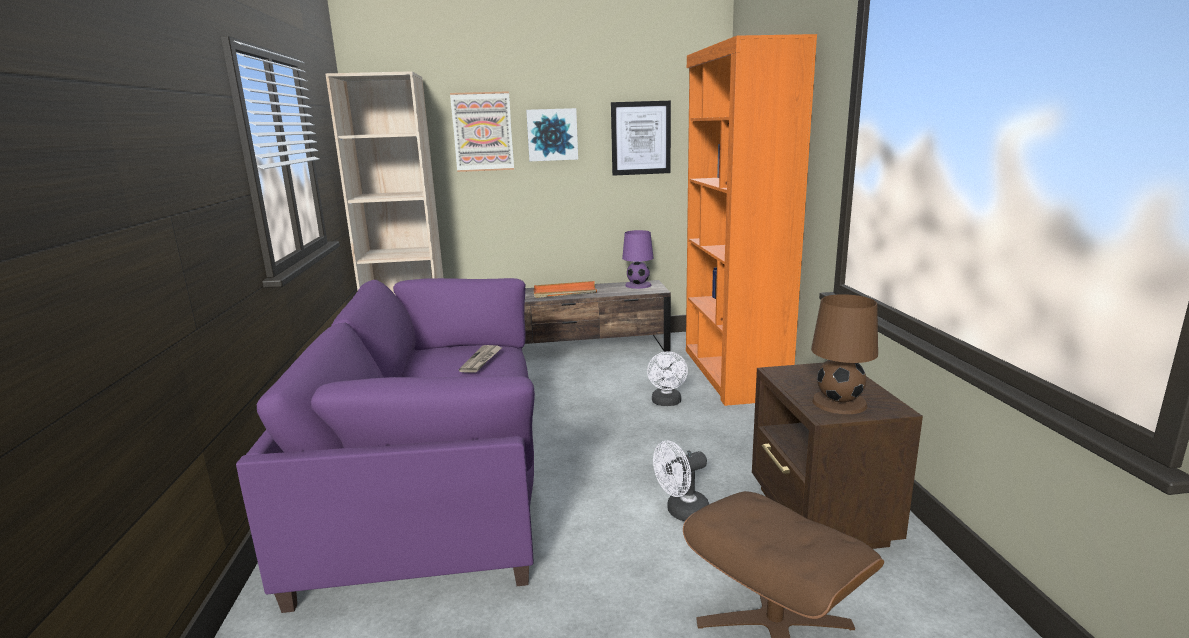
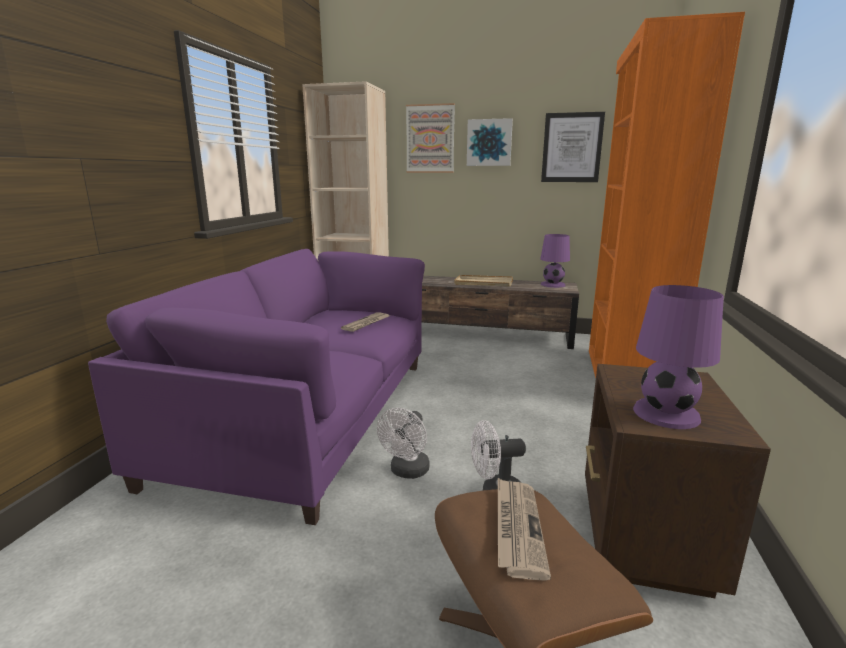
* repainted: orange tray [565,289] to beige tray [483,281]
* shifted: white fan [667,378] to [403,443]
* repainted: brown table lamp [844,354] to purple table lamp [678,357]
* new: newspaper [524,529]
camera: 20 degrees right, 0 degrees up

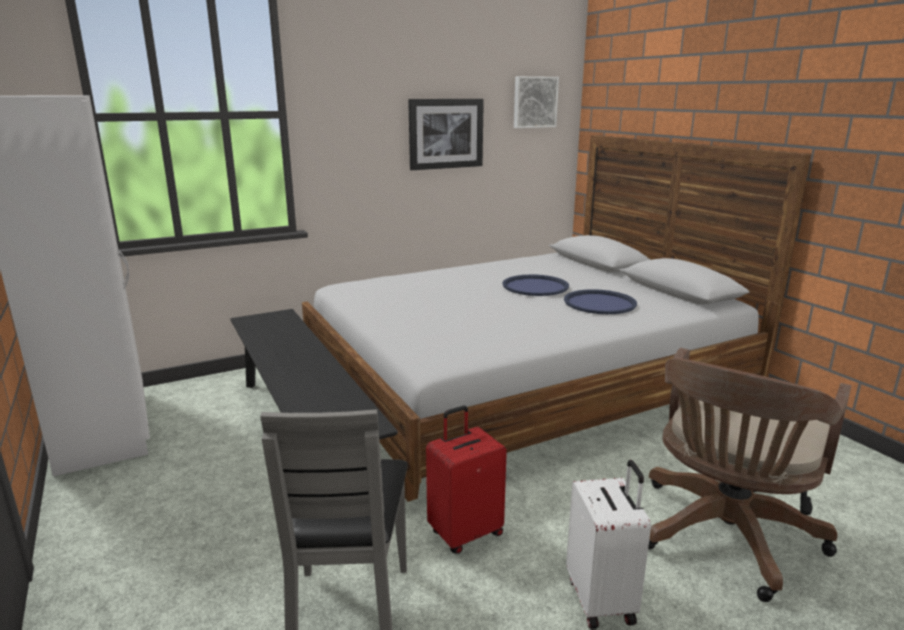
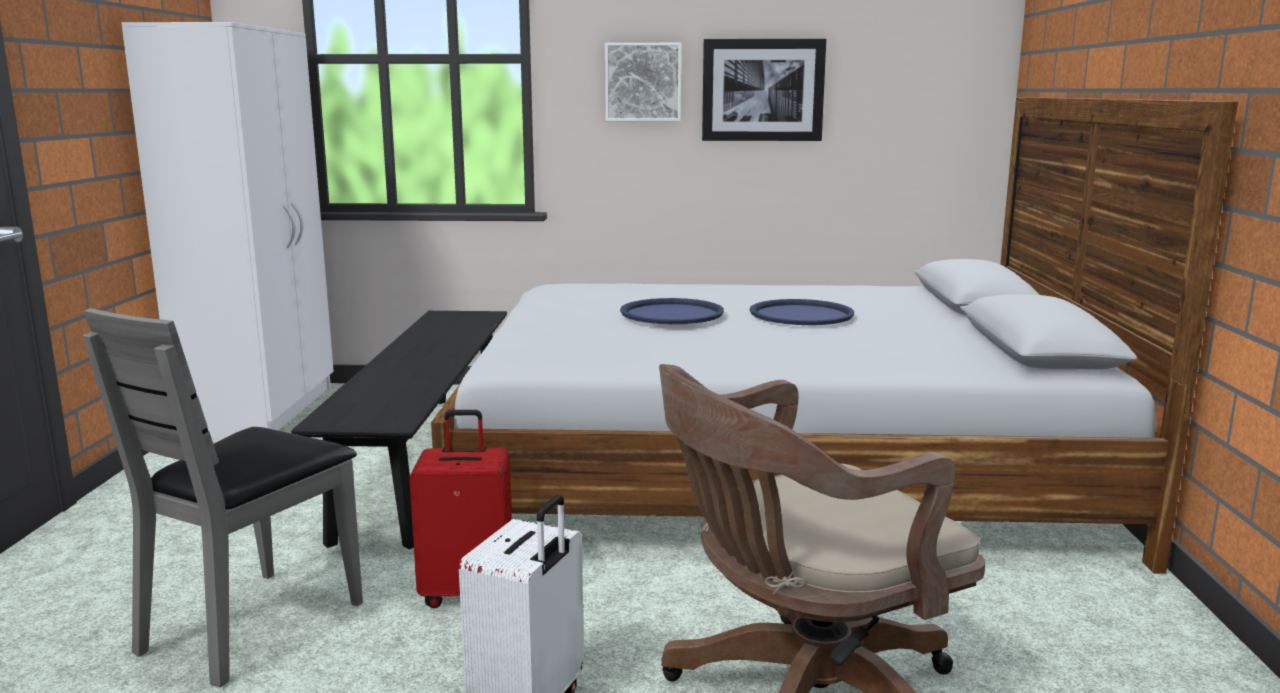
* shifted: picture [536,102] to [643,82]
* shifted: blue tray [600,301] to [672,311]
camera: 30 degrees right, 5 degrees down

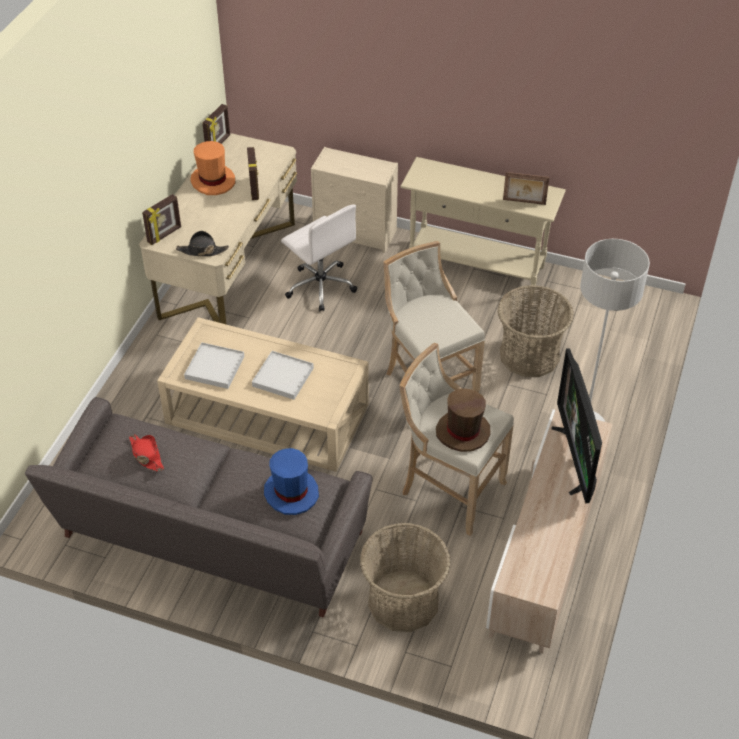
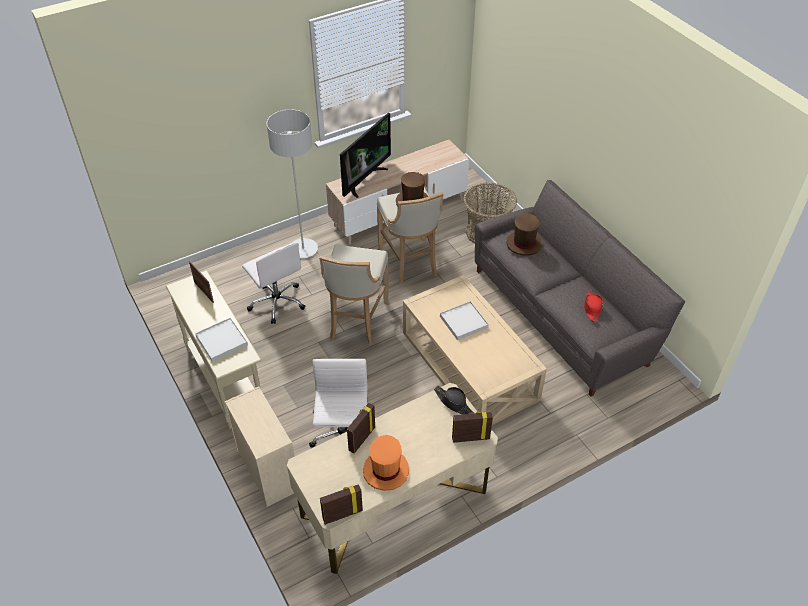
* shifted: white tray [214,365] to [221,340]
* repainted: blue hat [291,481] to brown hat [524,234]
* swapped: basket [536,331] to white office chair [273,283]
camera: 140 degrees left, 0 degrees up

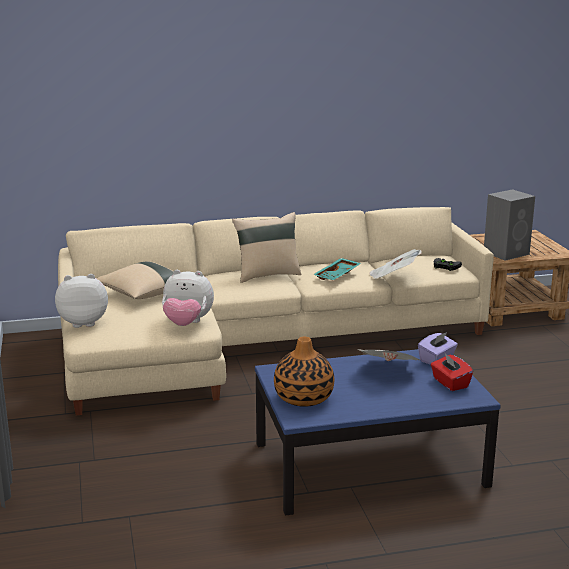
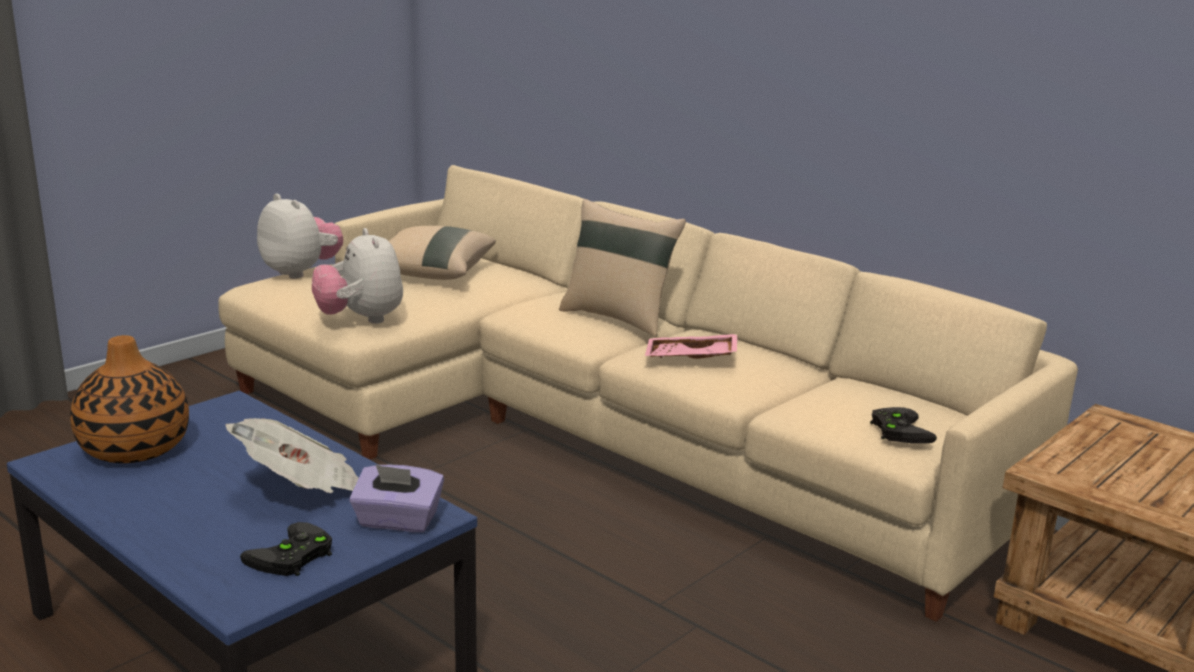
* repainted: turquoise tray [337,269] to pink tray [691,346]
* gone: newspaper [395,264]
* swapped: red tissue box [452,371] to black game controller [286,549]
* gone: grey speaker [509,225]
camera: 55 degrees right, 0 degrees up

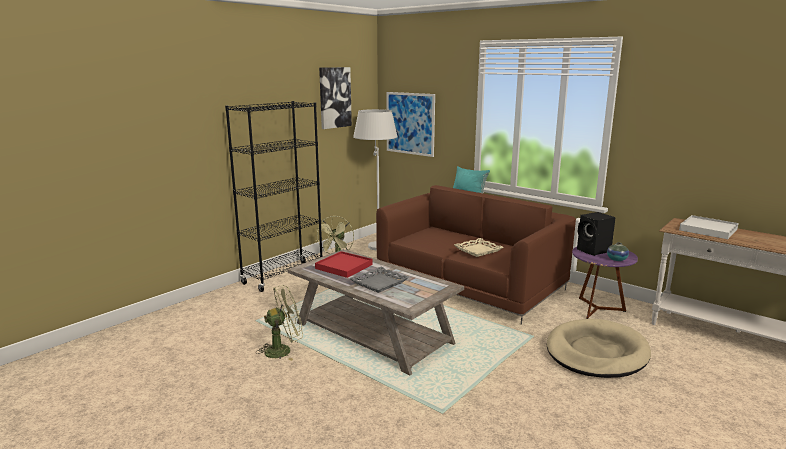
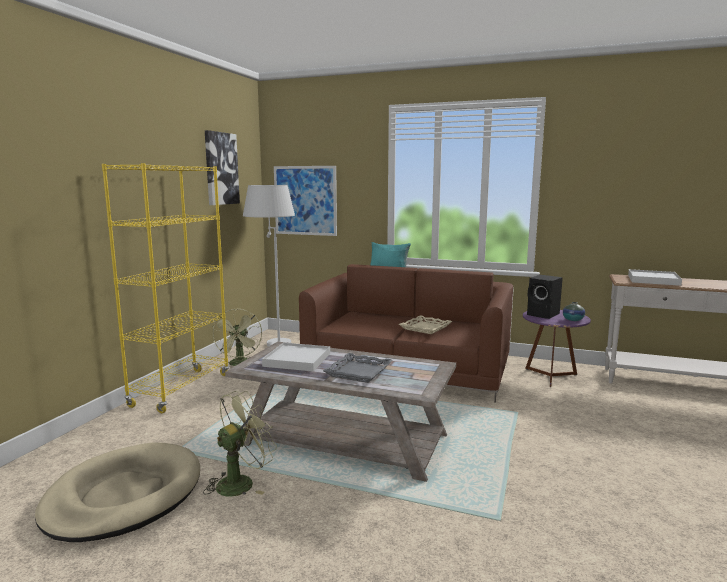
* repainted: black bookcase [274,196] to yellow bookcase [165,288]
* repainted: red tray [344,264] to white tray [296,357]
* shifted: beige dog bed [599,348] to [117,492]
camera: 20 degrees left, 5 degrees down

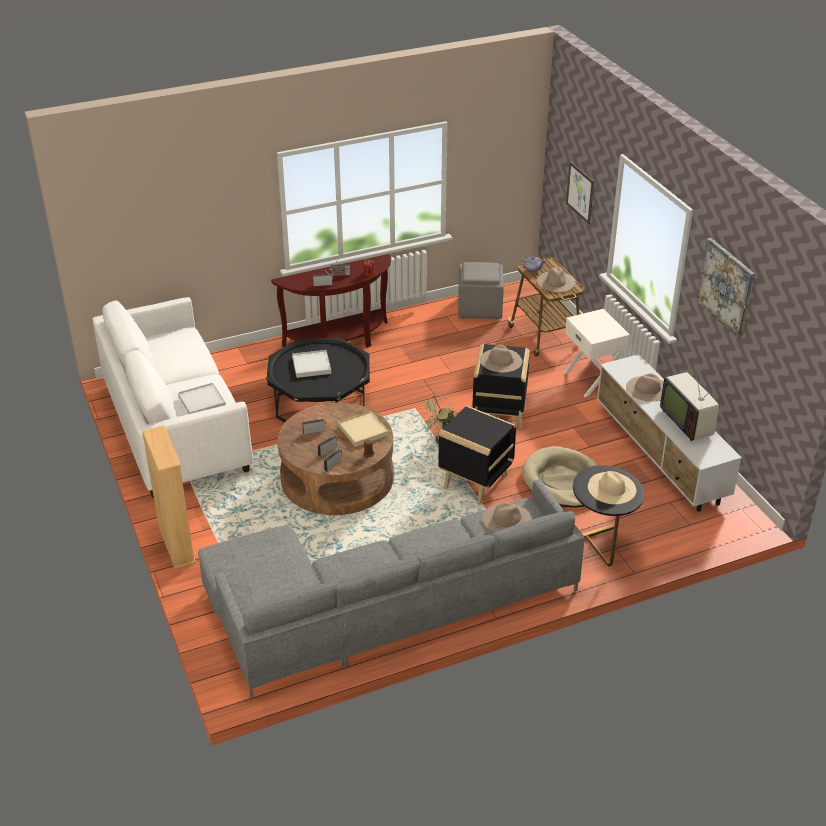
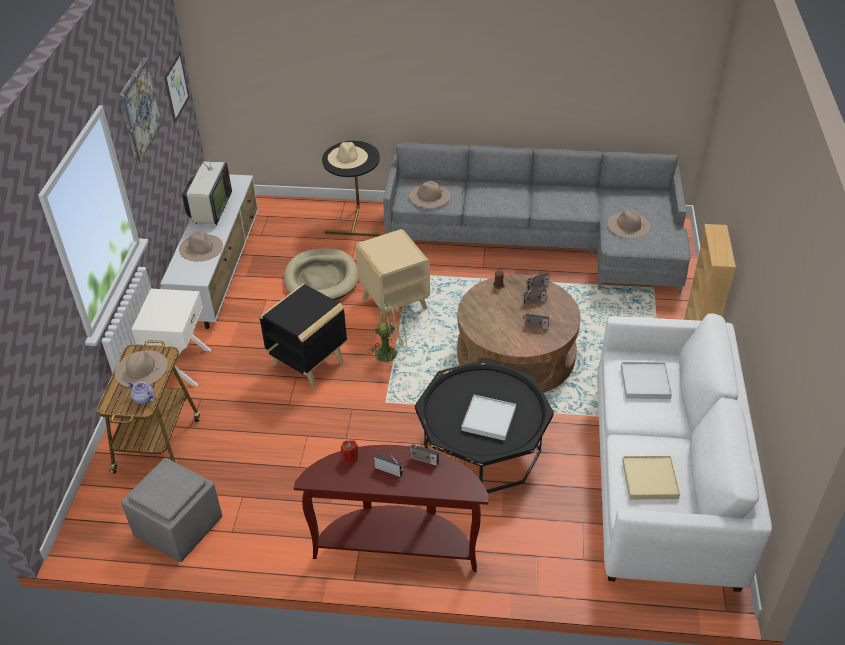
* shifted: beige tray [363,429] to [651,478]
* repainted: black side table [477,455] to beige side table [393,276]
* shifted: beige hat [501,359] to [629,224]
* shifted: picture [580,192] to [177,87]
camera: 150 degrees left, 5 degrees up

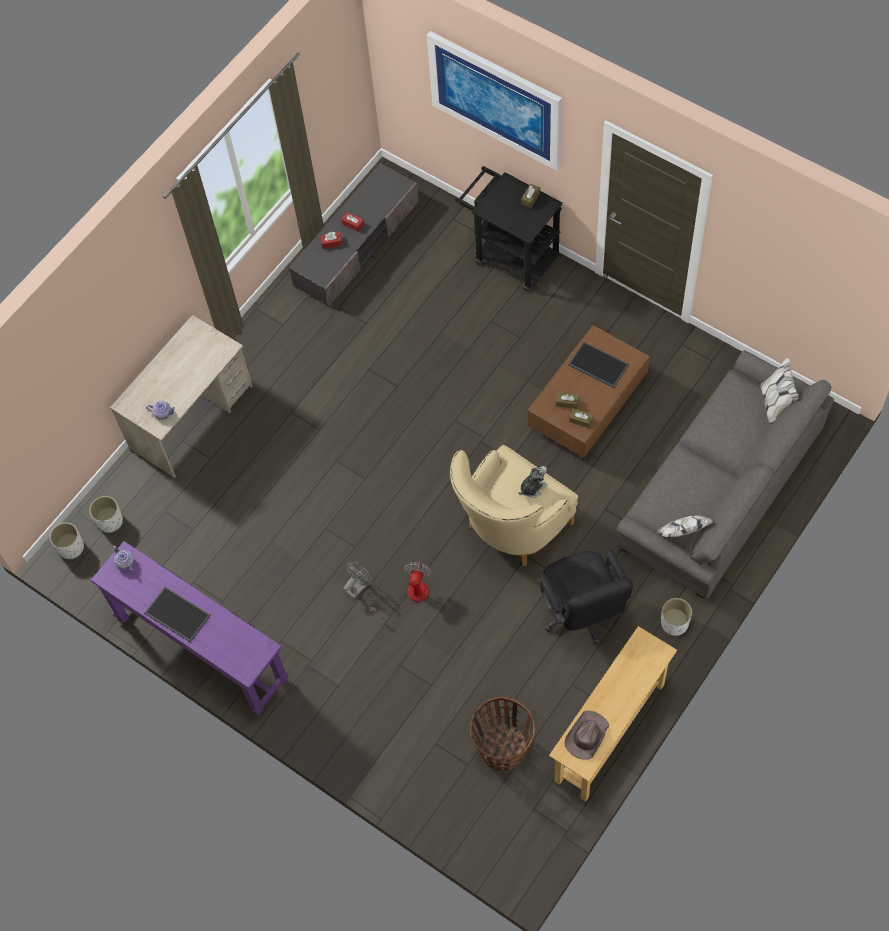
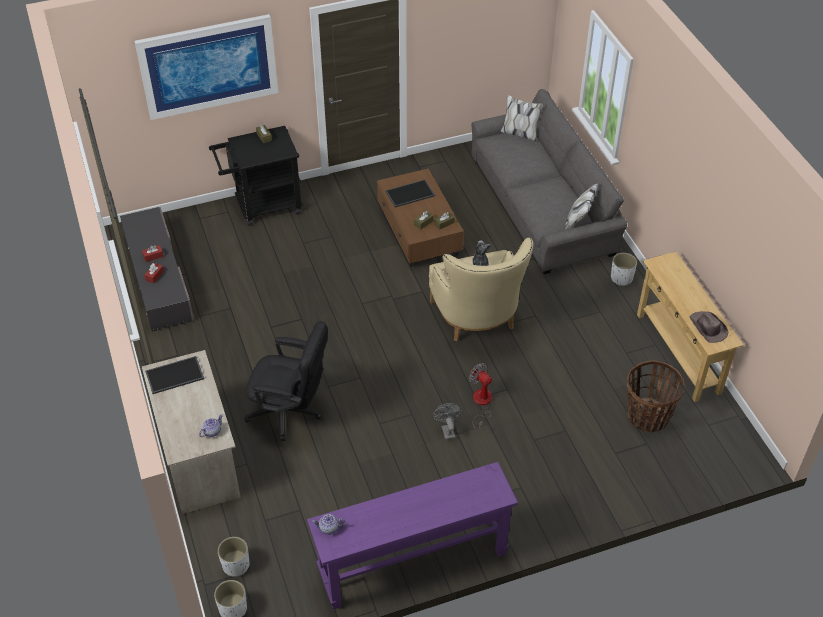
* shifted: tray [178,614] to [174,375]
* shifted: black office chair [586,596] to [286,381]
camera: 60 degrees left, 15 degrees down

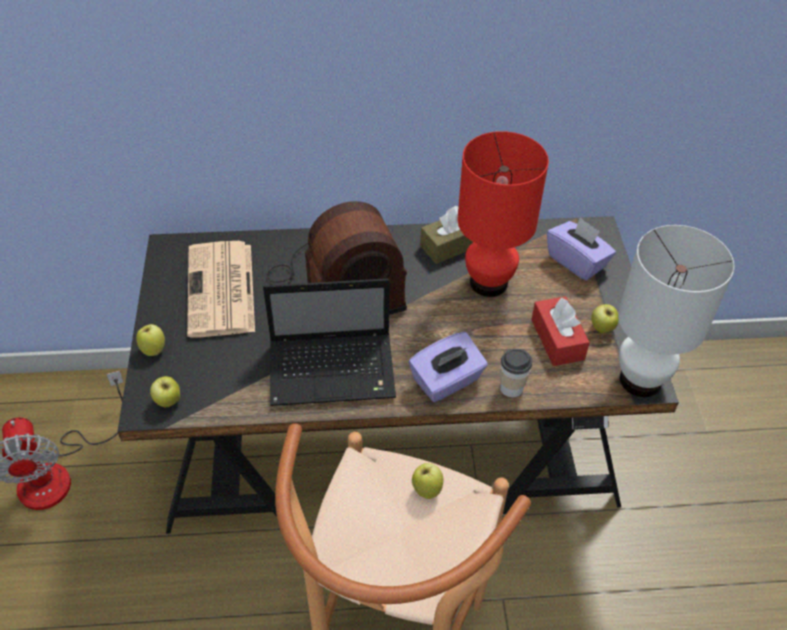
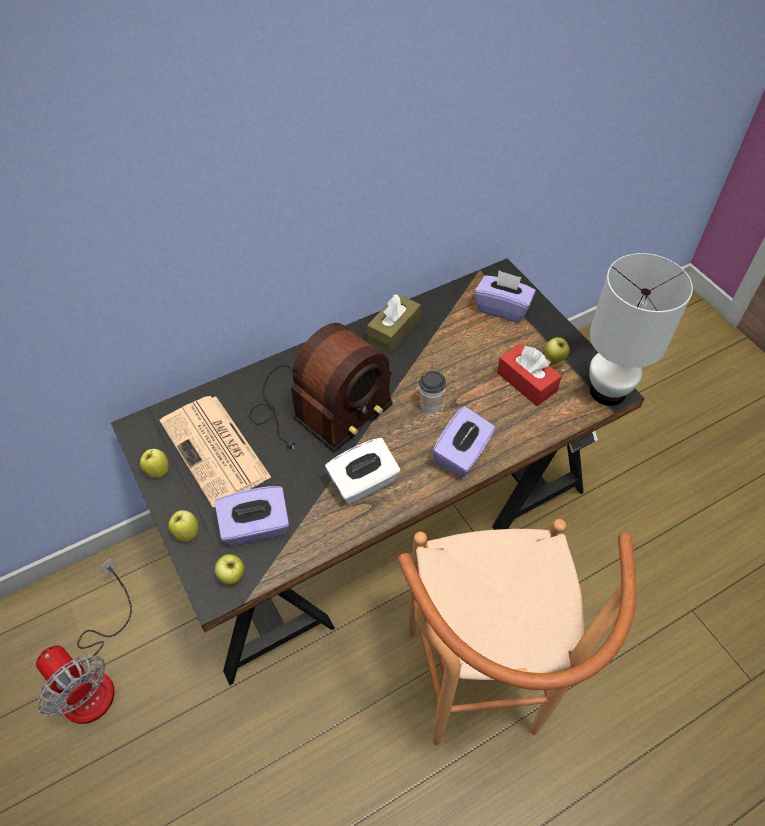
* swapped: laptop [329,342] to white tissue box [362,471]
* shifted: apple [427,481] to [154,463]
* gone: red table lamp [503,214]
* shifted: cup [516,373] to [432,392]
* new: purple tissue box [251,516]
camera: 25 degrees left, 5 degrees up

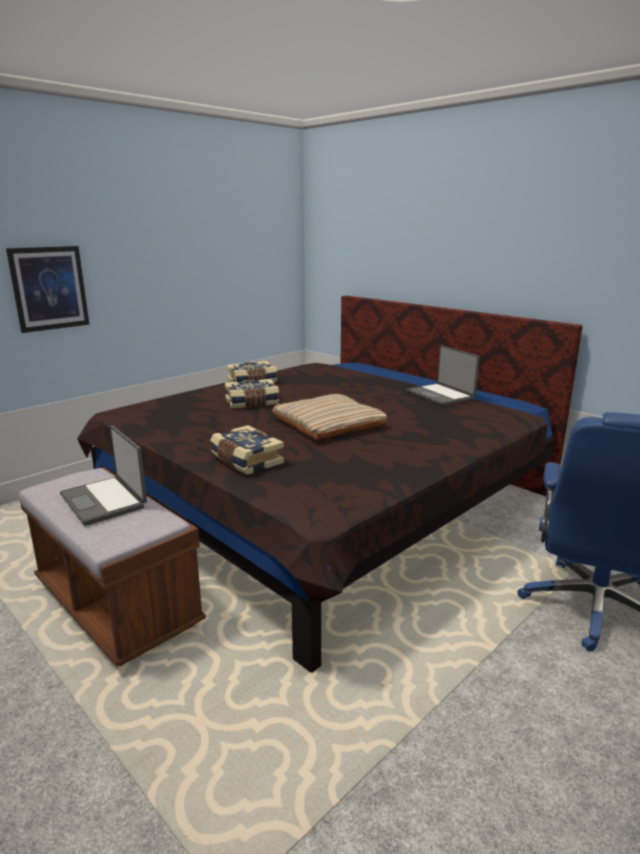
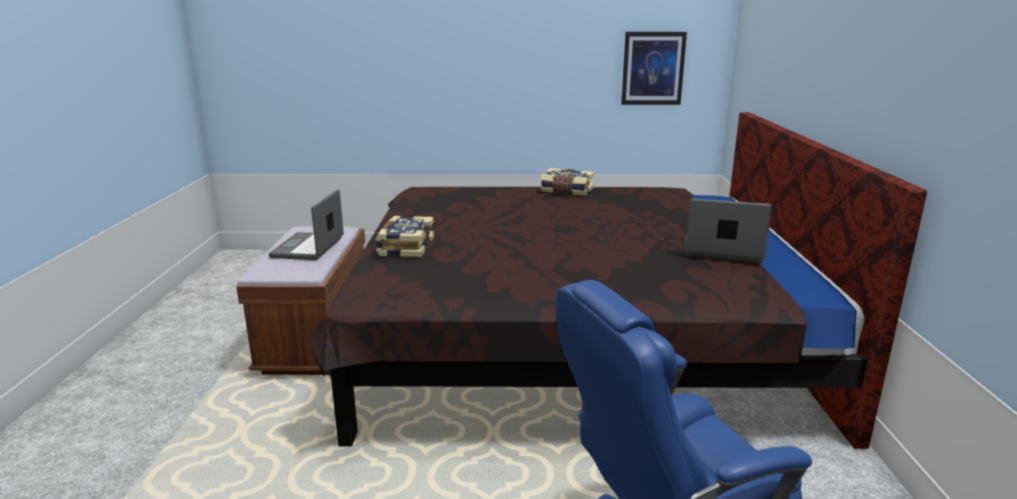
* shifted: picture [47,289] to [654,68]
* gone: book [252,394]
* gone: beige pillow [330,417]
* rotated: laptop [443,376] = [728,230] 90 degrees clockwise
camera: 45 degrees right, 0 degrees up

